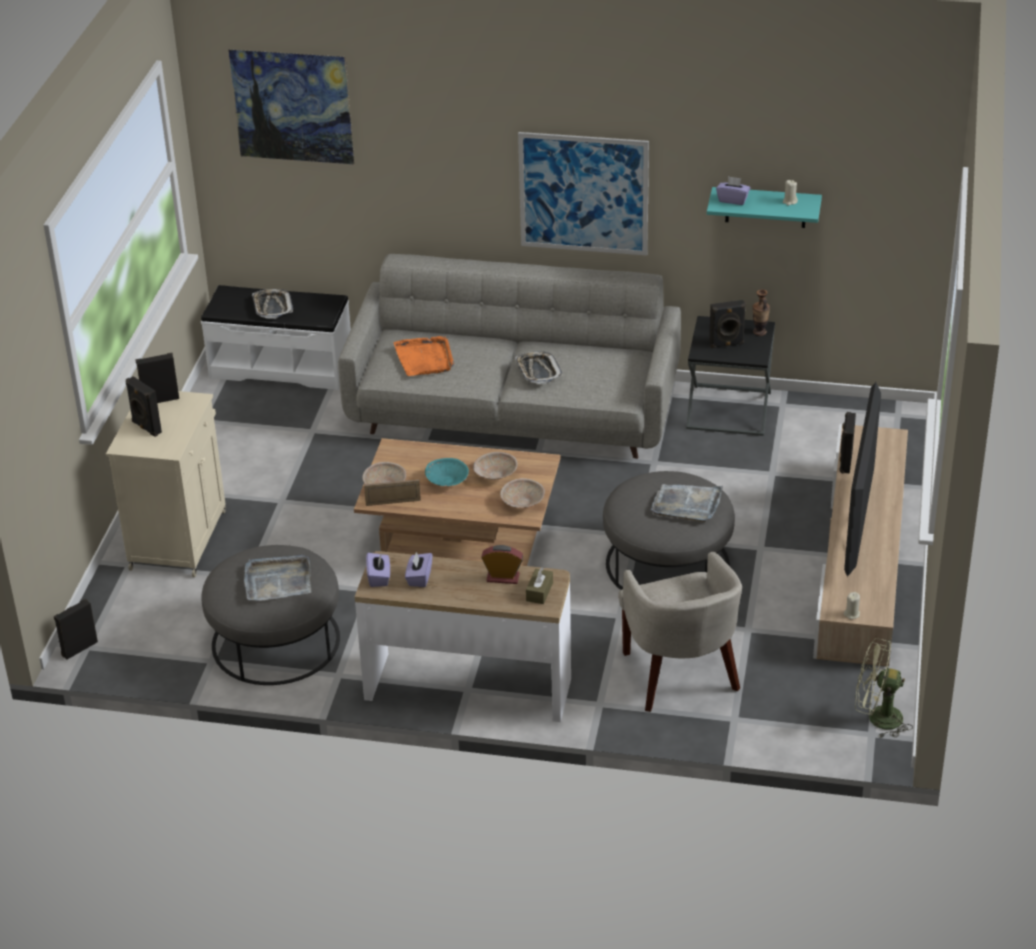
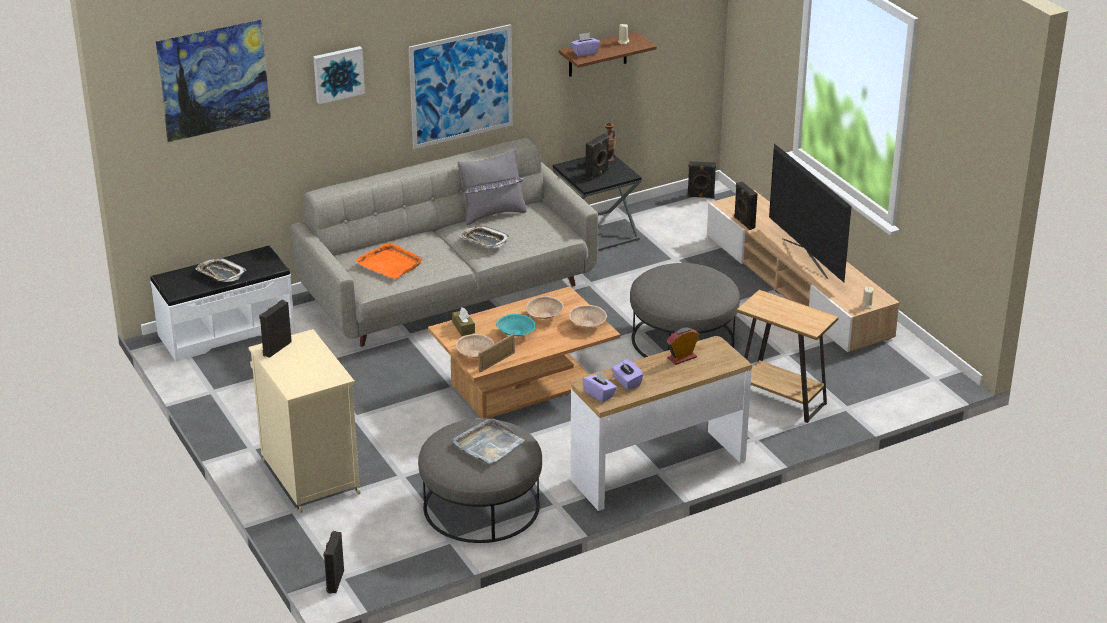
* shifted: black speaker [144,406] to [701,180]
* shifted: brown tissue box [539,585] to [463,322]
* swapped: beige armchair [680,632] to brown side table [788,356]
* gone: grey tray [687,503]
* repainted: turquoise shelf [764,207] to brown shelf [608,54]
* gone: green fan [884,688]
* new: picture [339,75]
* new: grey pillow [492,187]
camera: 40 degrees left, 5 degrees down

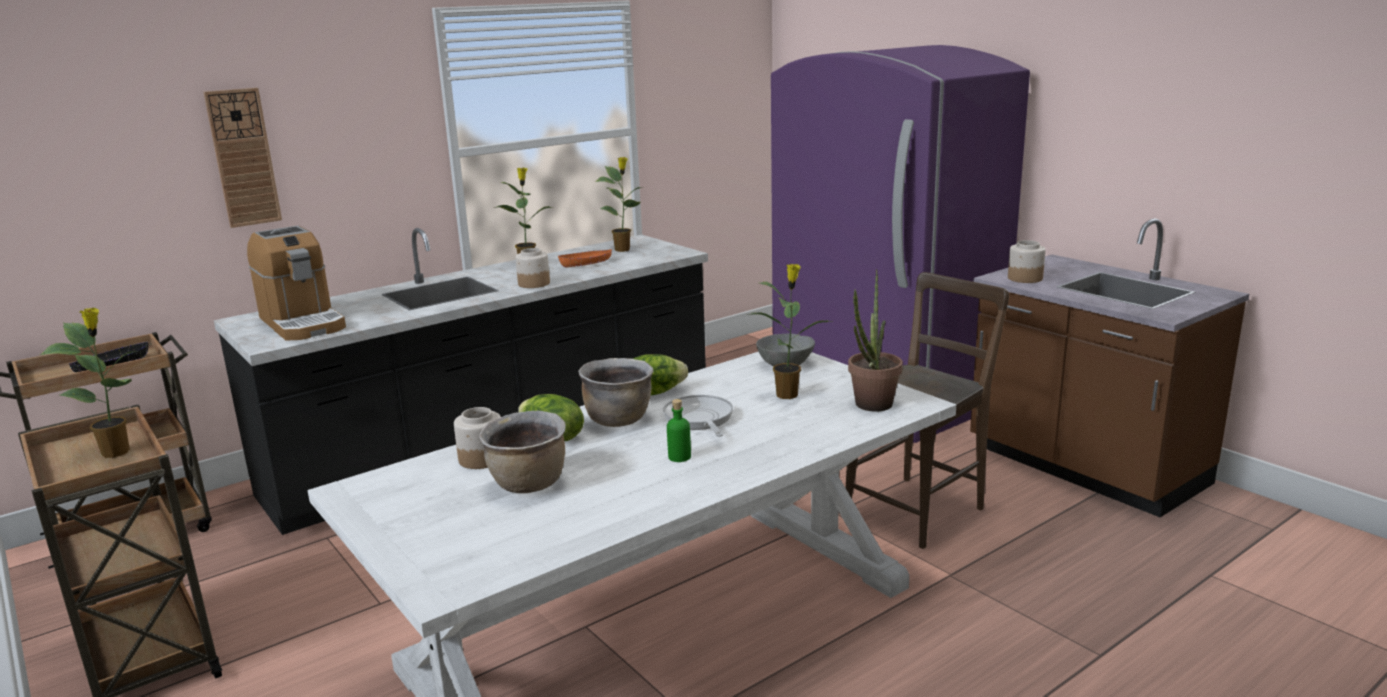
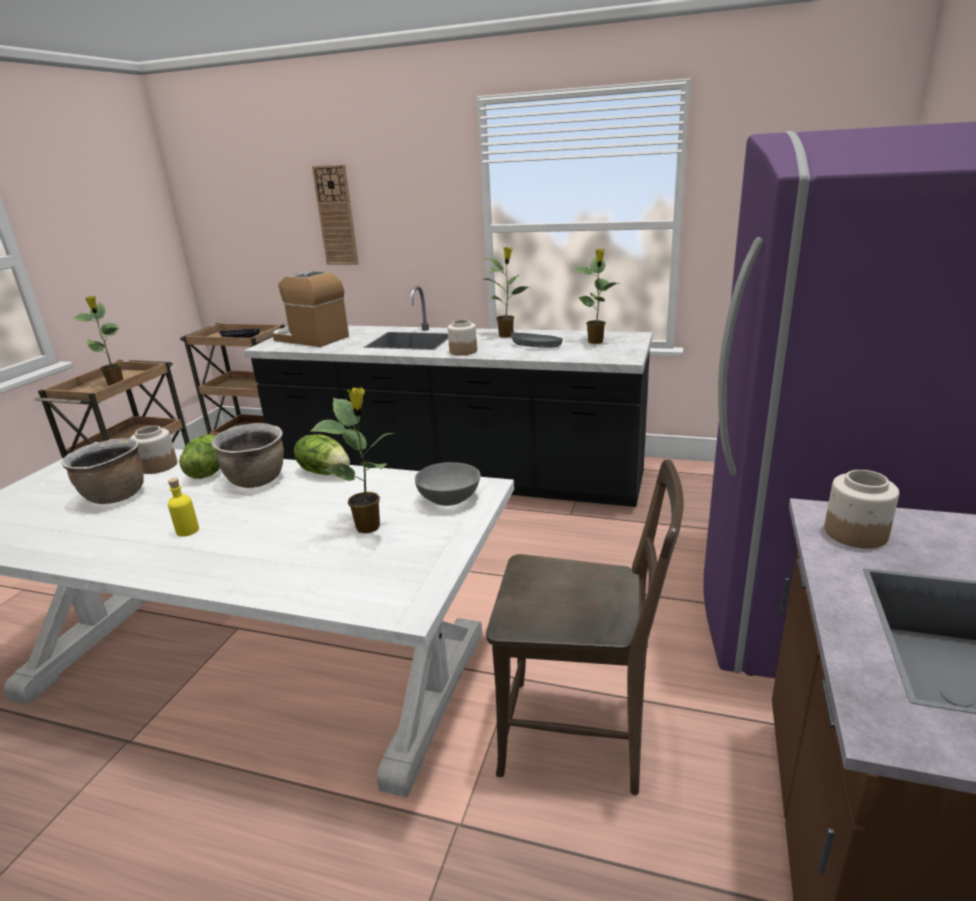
* rotated: coffee machine [296,283] = [310,309] 105 degrees clockwise
* repainted: orange bowl [585,258] to grey bowl [537,340]
* gone: frying pan [698,416]
* repainted: green bottle [679,430] to yellow bottle [183,507]
* gone: potted plant [875,340]
camera: 55 degrees right, 5 degrees up

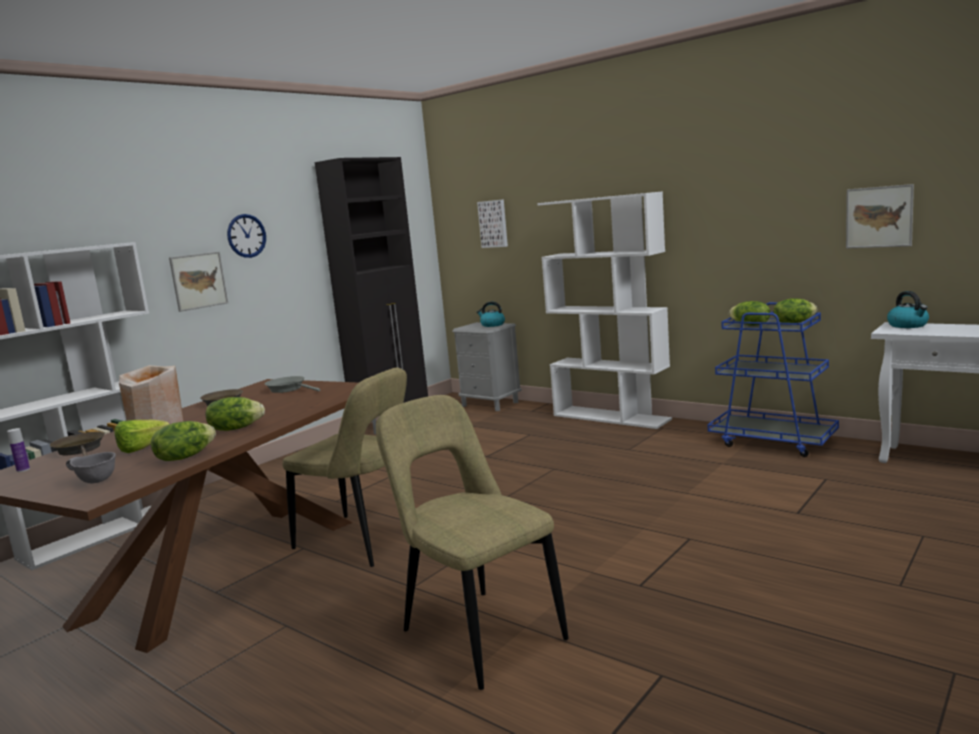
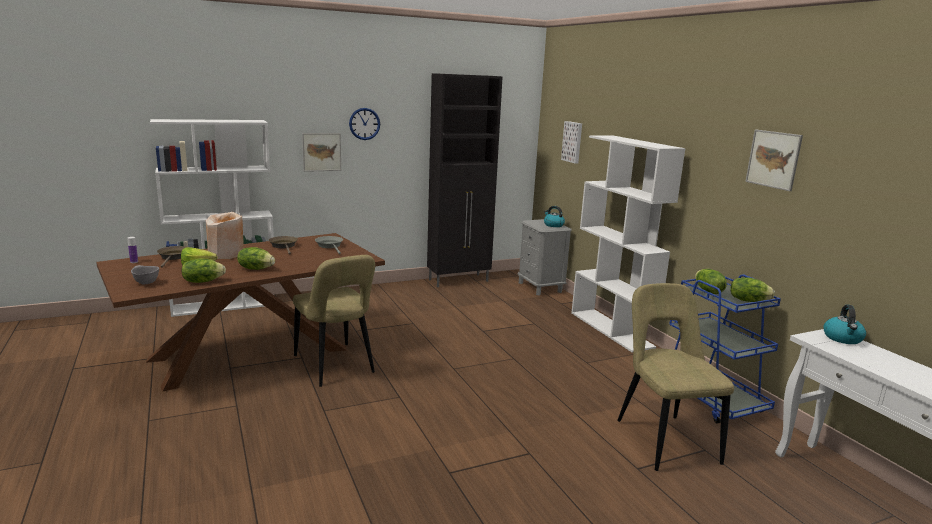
* shifted: beige chair [472,542] to [675,377]
* shifted: picture [880,216] to [774,160]
camera: 25 degrees right, 5 degrees up

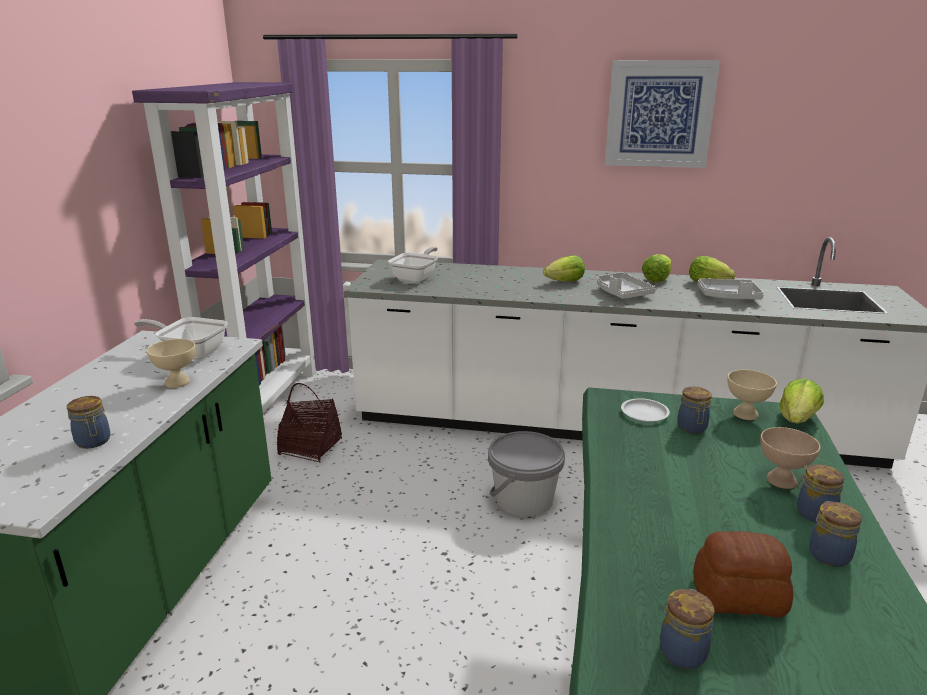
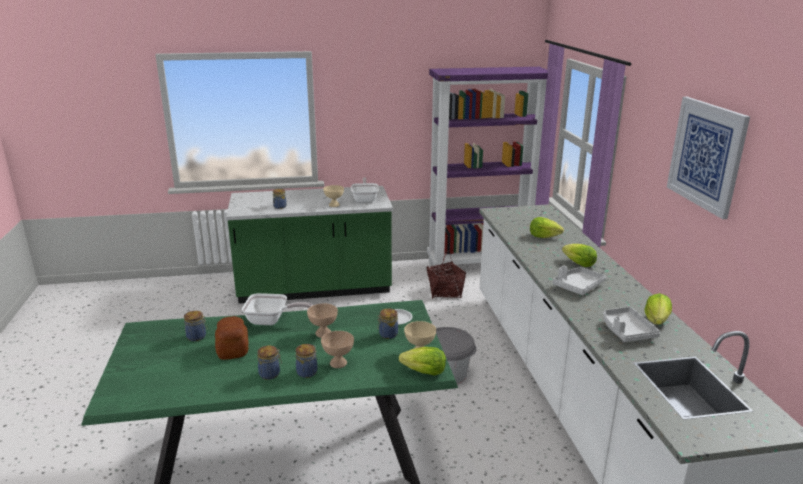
* shifted: frying pan [413,265] to [277,309]
* shifted: lettuce [656,268] to [547,227]
* new: beige bowl [322,321]
camera: 70 degrees right, 0 degrees up

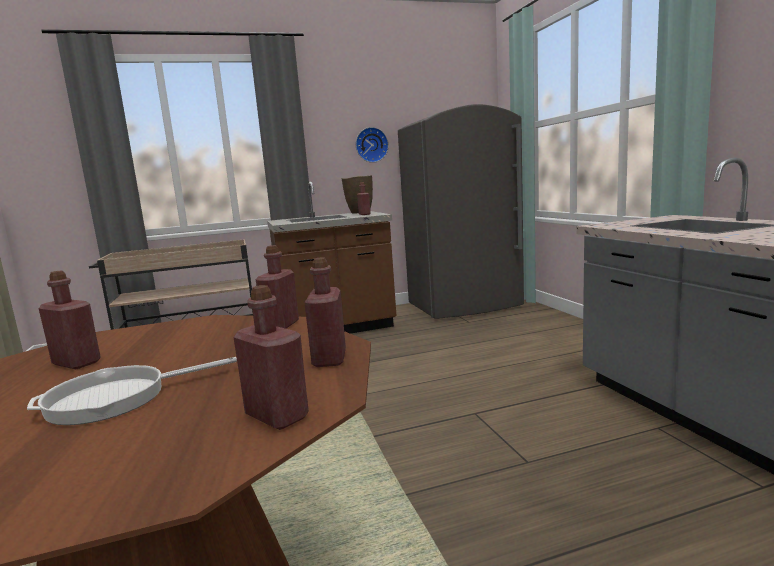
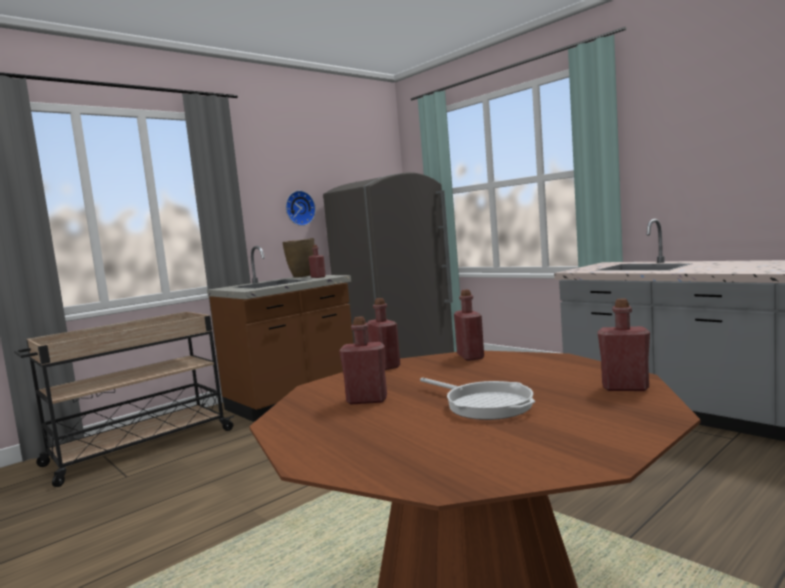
* rotated: frying pan [132,391] = [477,399] 75 degrees counterclockwise
* shifted: red bottle [325,312] to [383,334]
camera: 25 degrees left, 5 degrees down

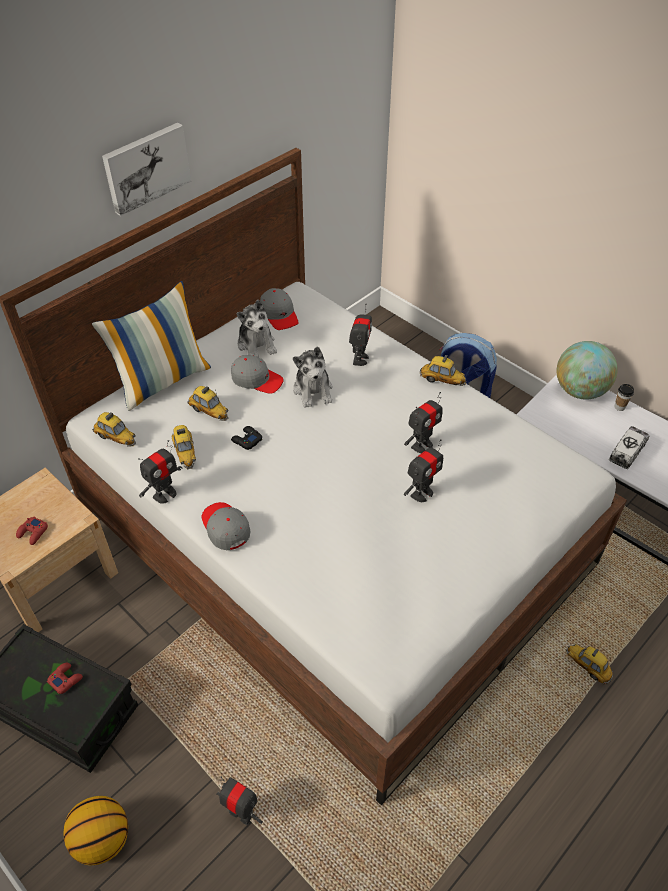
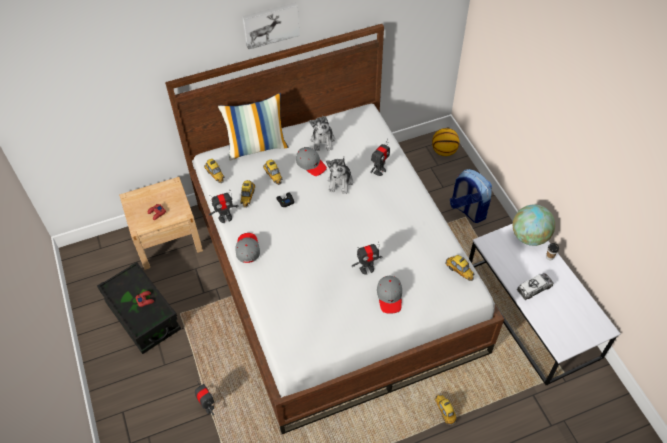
* shifted: basketball [95,830] to [445,142]
* shifted: grey cap [279,309] to [389,294]
* gone: toy robot [423,422]
* shifted: toy car [443,370] to [459,268]
camera: 25 degrees right, 5 degrees up

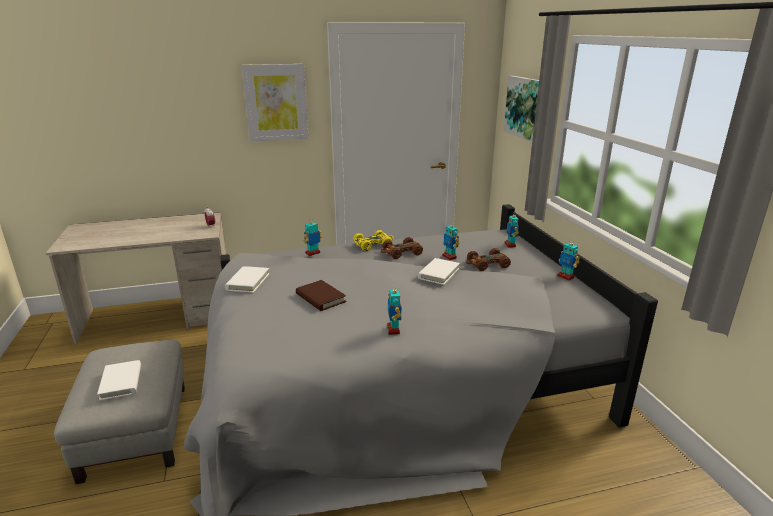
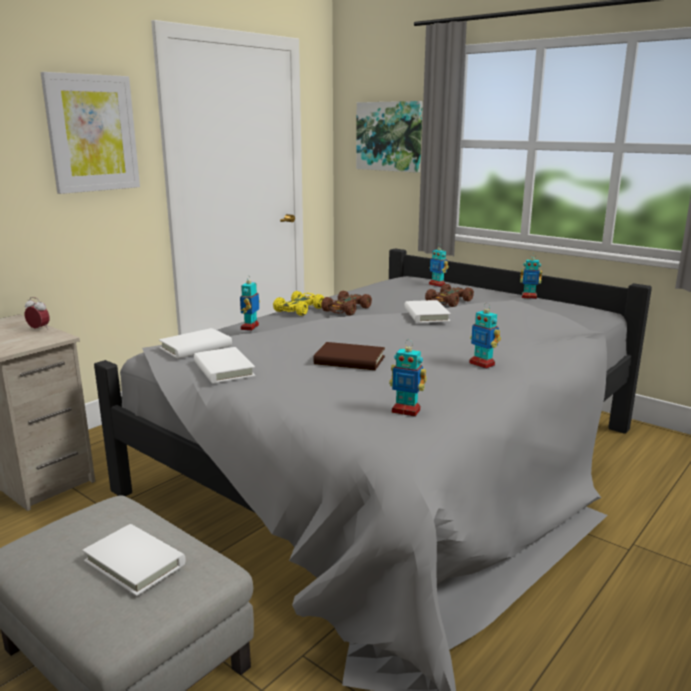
* shifted: toy robot [451,242] to [408,378]
* new: white book [195,343]
camera: 35 degrees left, 5 degrees down

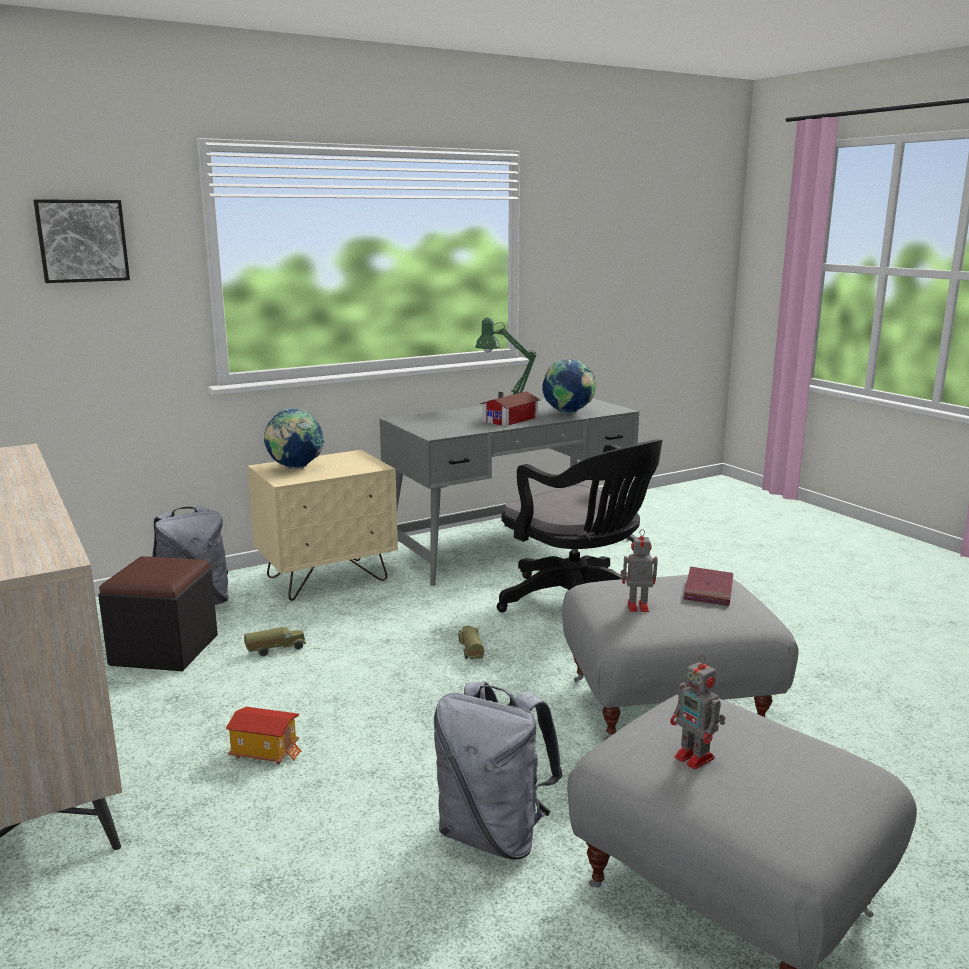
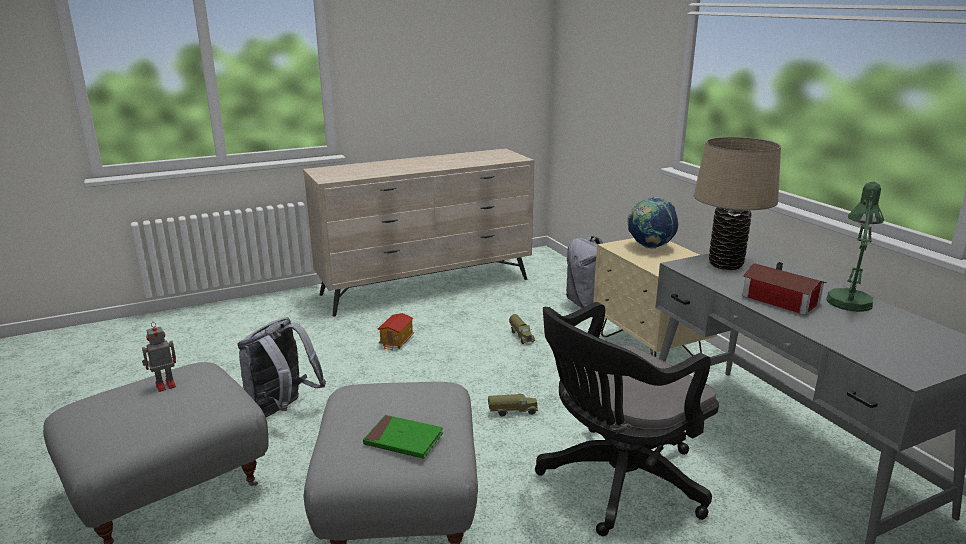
* gone: picture [81,241]
* gone: black ottoman [158,613]
* gone: globe [569,386]
* gone: toy robot [639,570]
* repainted: red book [708,586] to green book [403,437]
* new: beige table lamp [737,203]
camera: 95 degrees right, 5 degrees up

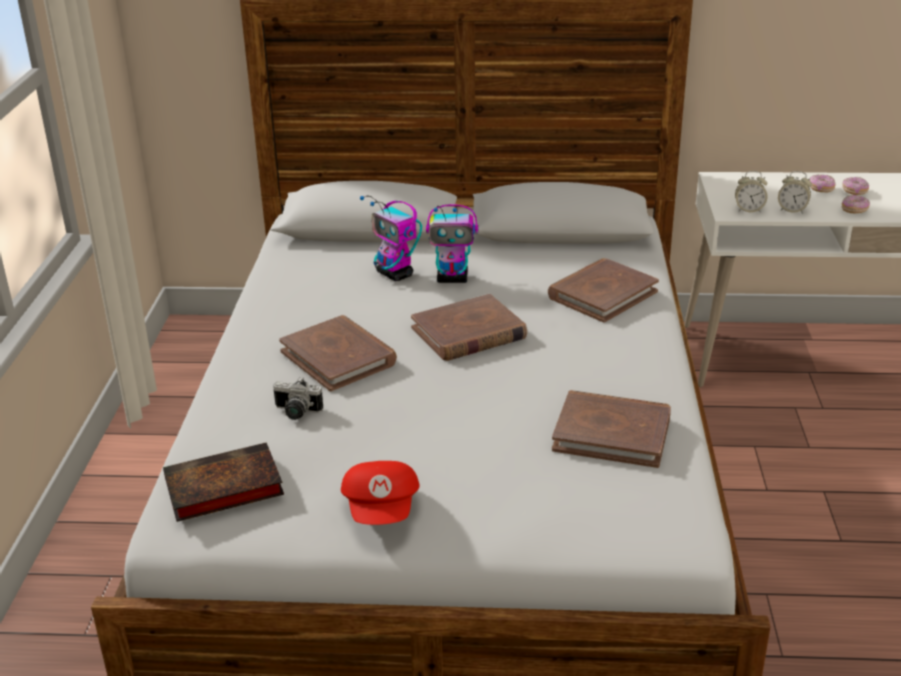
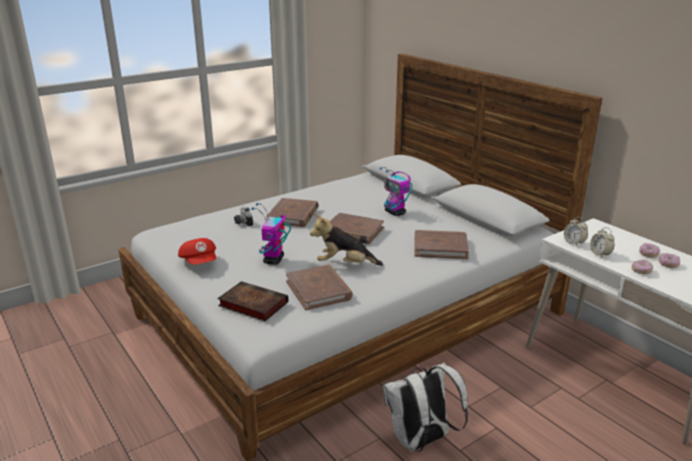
* shifted: book [223,482] to [252,301]
* rotated: red cap [380,493] = [197,251] 75 degrees counterclockwise
* shifted: toy robot [391,238] to [271,234]
* new: plush toy [346,240]
* new: white backpack [425,407]
camera: 50 degrees right, 5 degrees down

